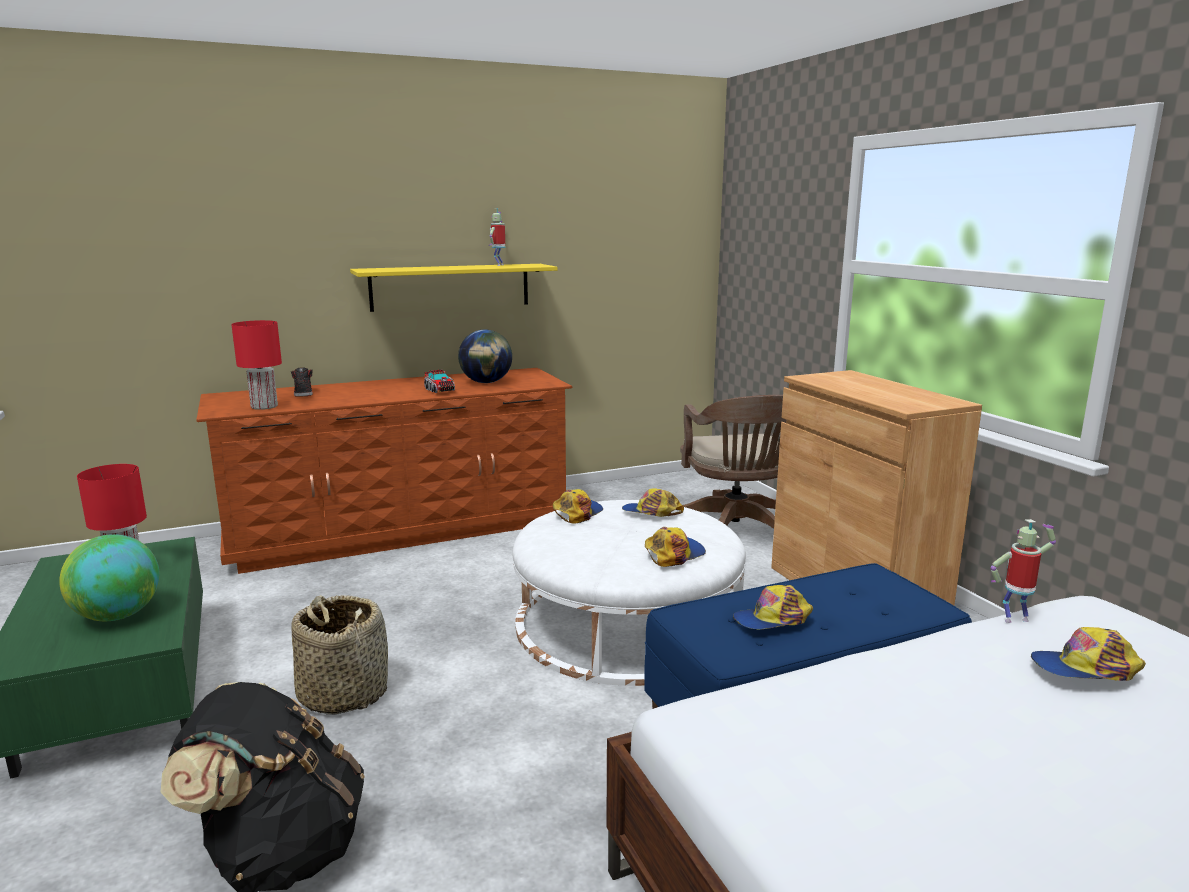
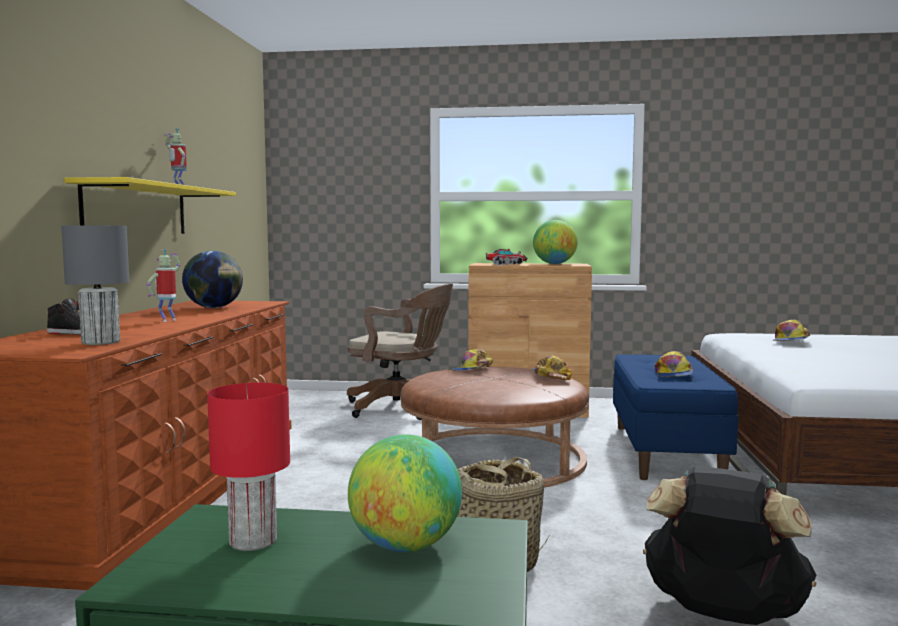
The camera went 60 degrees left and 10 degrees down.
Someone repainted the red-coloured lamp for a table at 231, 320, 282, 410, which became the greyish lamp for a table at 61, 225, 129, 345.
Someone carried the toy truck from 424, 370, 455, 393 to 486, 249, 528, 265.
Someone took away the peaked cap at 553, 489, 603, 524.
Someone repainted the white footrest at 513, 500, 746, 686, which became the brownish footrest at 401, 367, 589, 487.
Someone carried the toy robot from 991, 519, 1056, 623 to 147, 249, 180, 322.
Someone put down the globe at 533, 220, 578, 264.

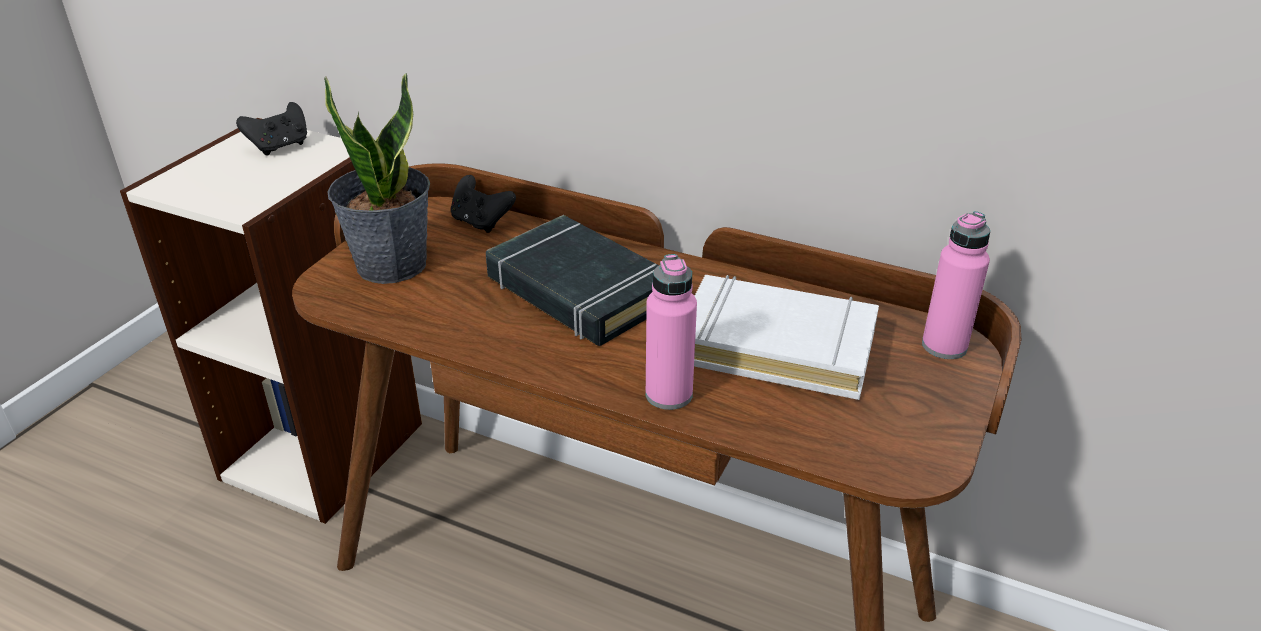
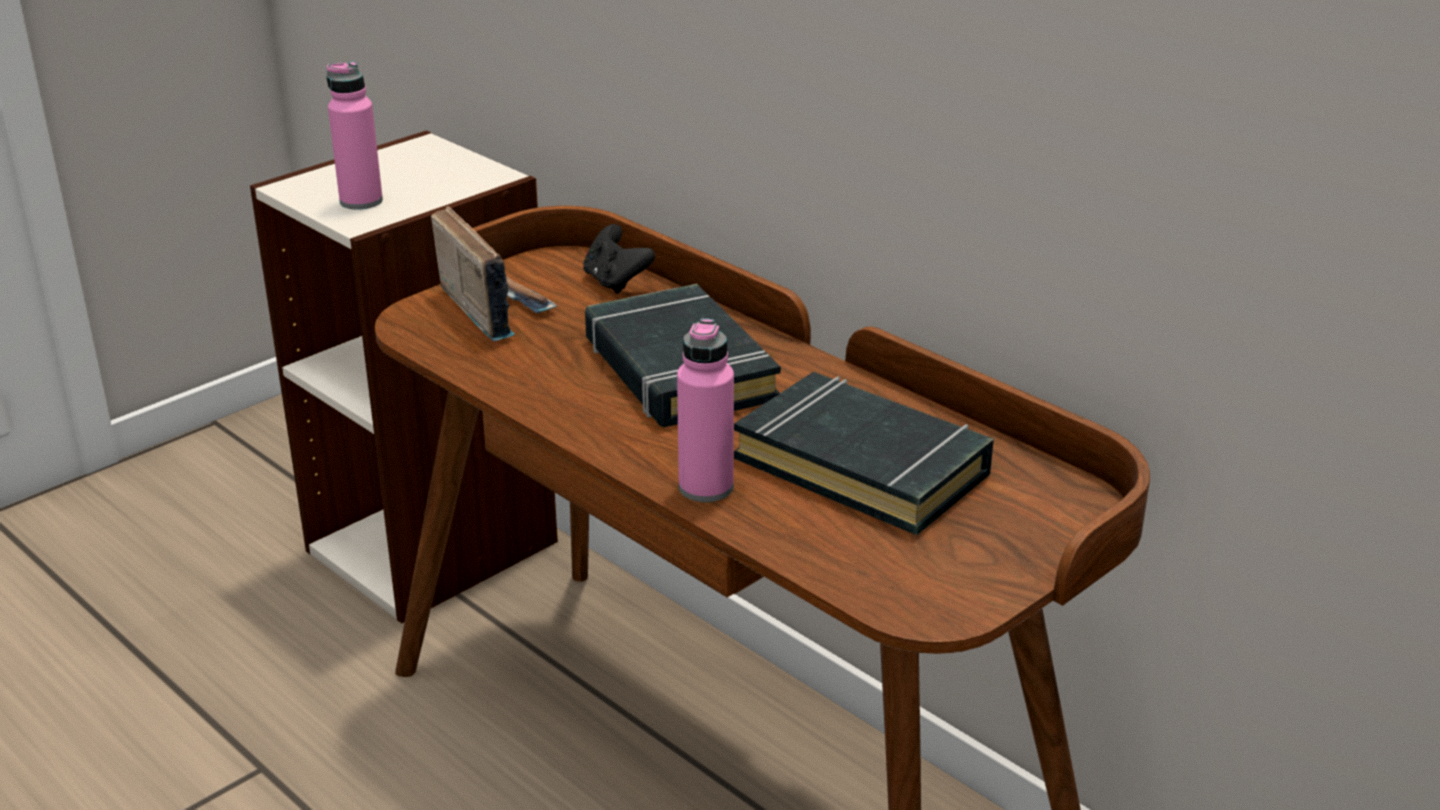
The camera went 20 degrees right and 5 degrees down.
Someone swapped the potted plant at 324, 73, 430, 284 for the radio receiver at 431, 206, 557, 341.
Someone took away the blackish gamepad at 236, 102, 307, 156.
Someone carried the pink-coloured drink bottle from 922, 211, 990, 359 to 327, 62, 383, 210.
Someone repainted the white bound book at 694, 275, 879, 400, which became the blackish bound book at 734, 372, 994, 535.

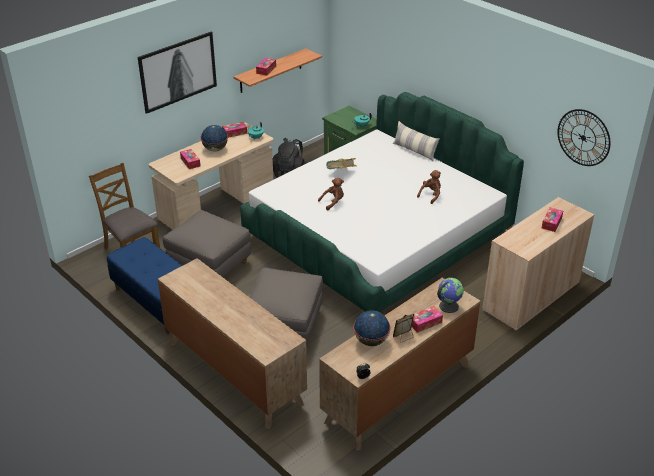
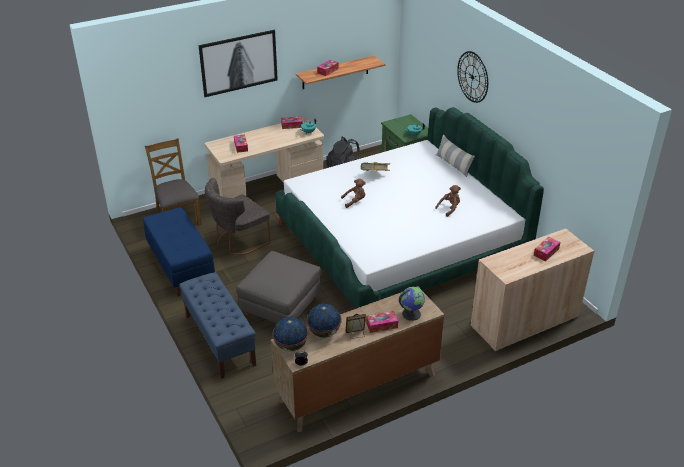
The camera went 15 degrees right and 0 degrees up.
Someone carried the clock on the wall from 557, 109, 611, 166 to 457, 51, 488, 103.
Someone carried the globe from 201, 125, 228, 151 to 272, 317, 308, 352.
Someone swapped the greyish footrest at 163, 210, 251, 277 for the greyish plain chair at 205, 178, 270, 255.
Someone swapped the brownish drawer chest at 158, 258, 307, 429 for the blue-coloured long seat at 179, 272, 256, 379.

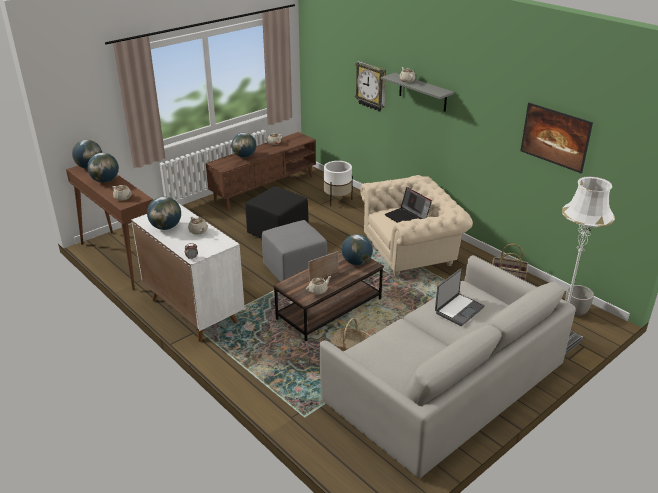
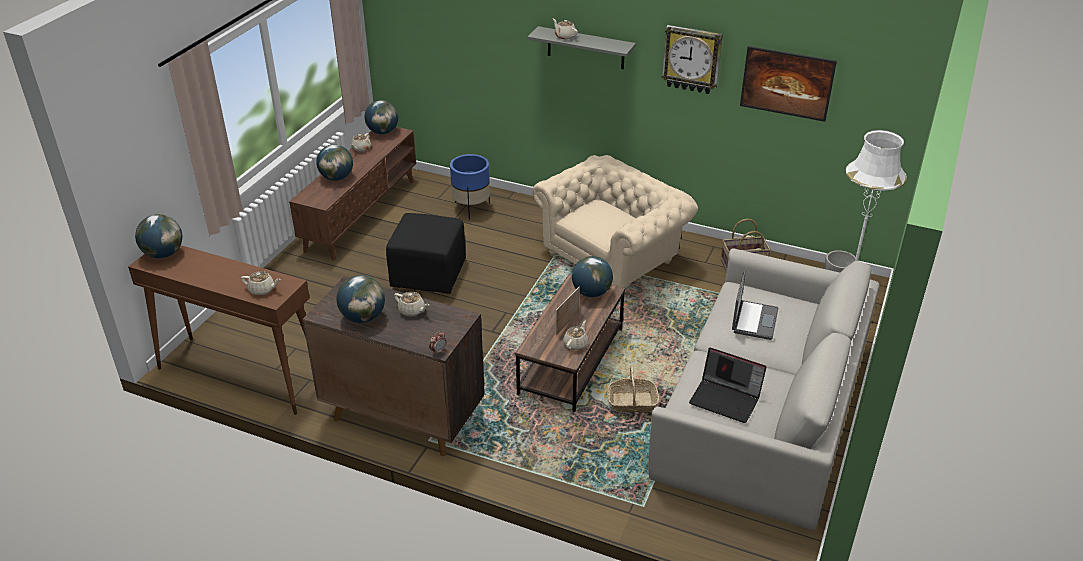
The camera went 25 degrees left and 5 degrees up.
Someone carried the clock on the wall from 355, 61, 386, 112 to 662, 25, 723, 94.
Someone carried the globe from 87, 153, 119, 183 to 365, 100, 398, 134.
Someone repainted the white flower pot at 324, 161, 353, 200, which became the blue-coloured flower pot at 450, 154, 490, 220.
Someone carried the laptop from 384, 187, 432, 223 to 689, 348, 766, 423.
Someone repainted the white cabinet at 131, 203, 245, 342, which became the brownish cabinet at 302, 276, 485, 456.
Someone took away the greyish footrest at 262, 220, 327, 282.

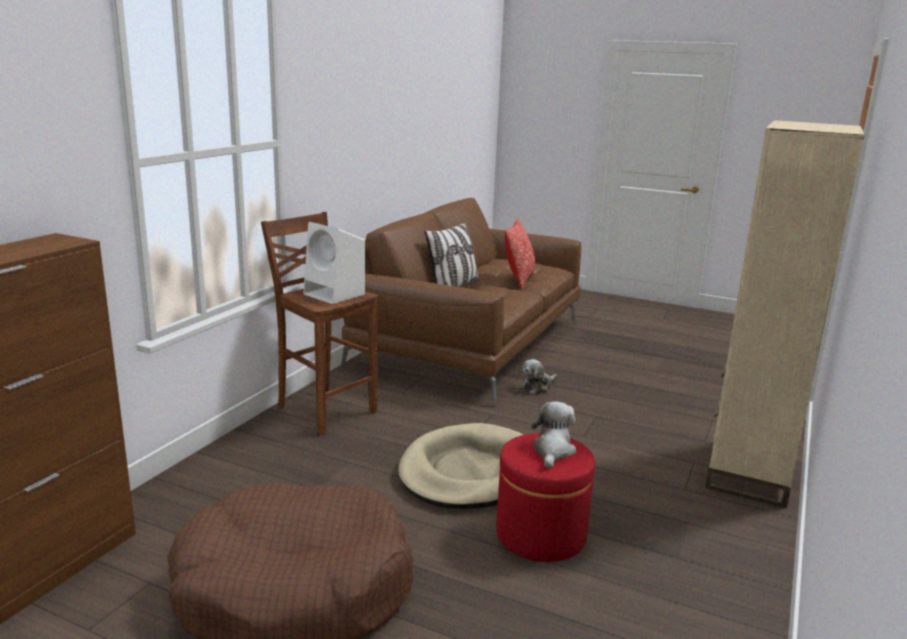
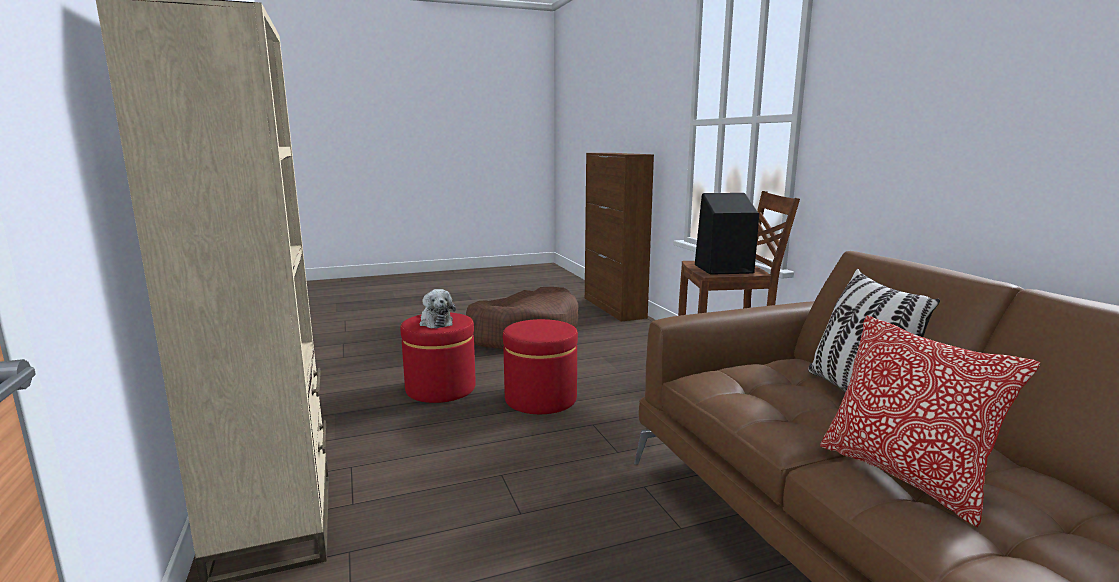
The camera went 135 degrees right and 5 degrees down.
Someone repainted the white loudspeaker at 303, 222, 365, 304, which became the blackish loudspeaker at 695, 193, 759, 275.
Someone took away the soft toy at 522, 359, 557, 394.
Someone swapped the sand-coloured dog cushion at 398, 423, 523, 509 for the red-coloured footrest at 503, 319, 578, 414.

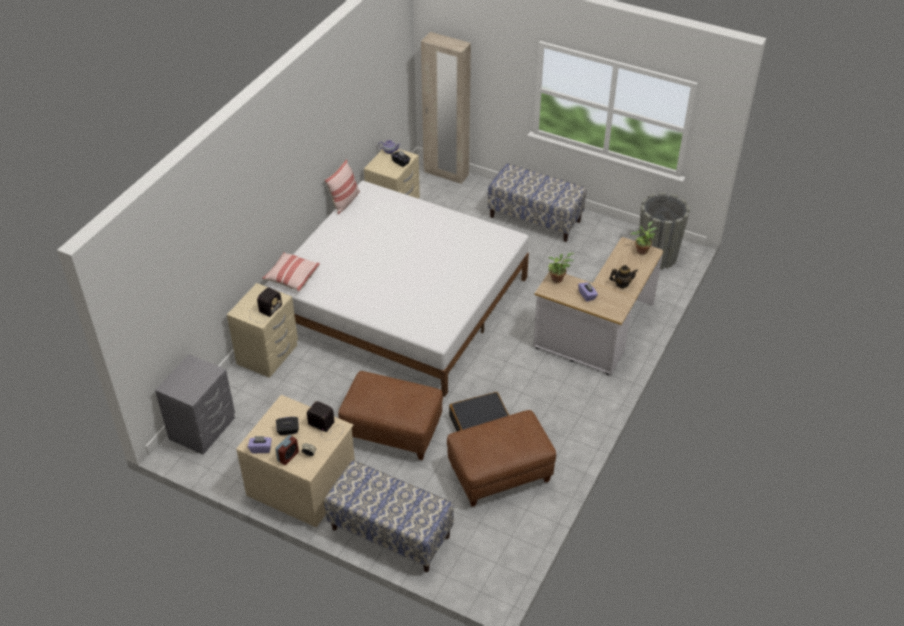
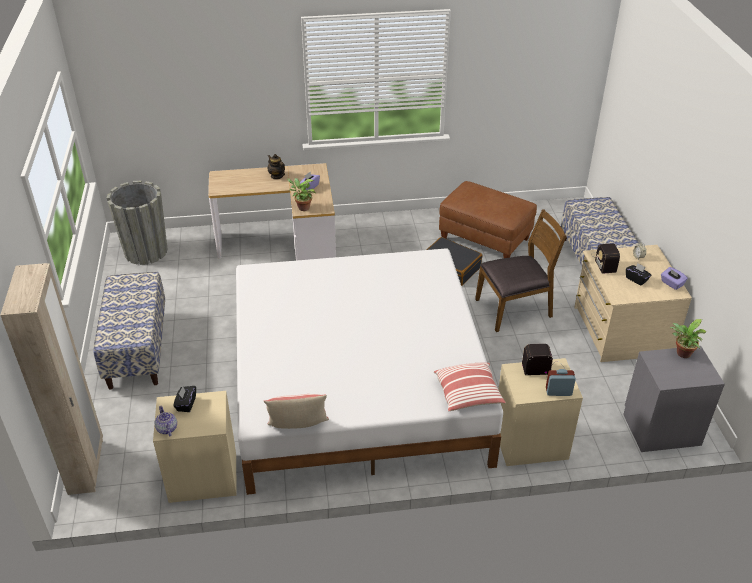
The camera went 125 degrees left and 5 degrees down.
Someone carried the potted plant from 630, 221, 657, 255 to 670, 319, 706, 358.
Someone swapped the brownish footrest at 338, 371, 443, 460 for the brownish plain chair at 475, 209, 566, 332.
Someone carried the table clock from 275, 435, 299, 465 to 546, 369, 576, 396.

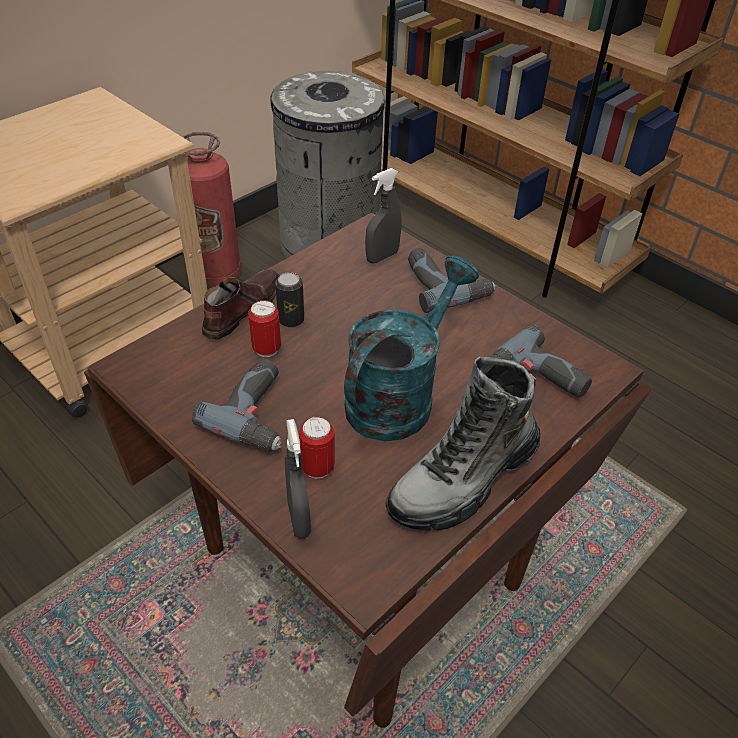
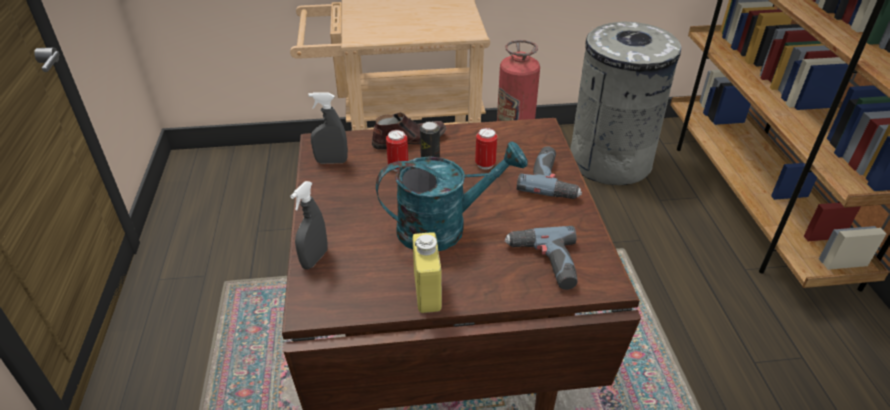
The camera went 40 degrees right and 5 degrees down.
Someone carried the greyish hand sprayer from 365, 168, 401, 263 to 308, 93, 348, 164.
Someone swapped the boot at 386, 357, 540, 531 for the yellow drink bottle at 413, 232, 442, 313.
Someone took away the power drill at 192, 359, 282, 452.
Someone carried the can from 299, 416, 335, 479 to 475, 128, 497, 169.

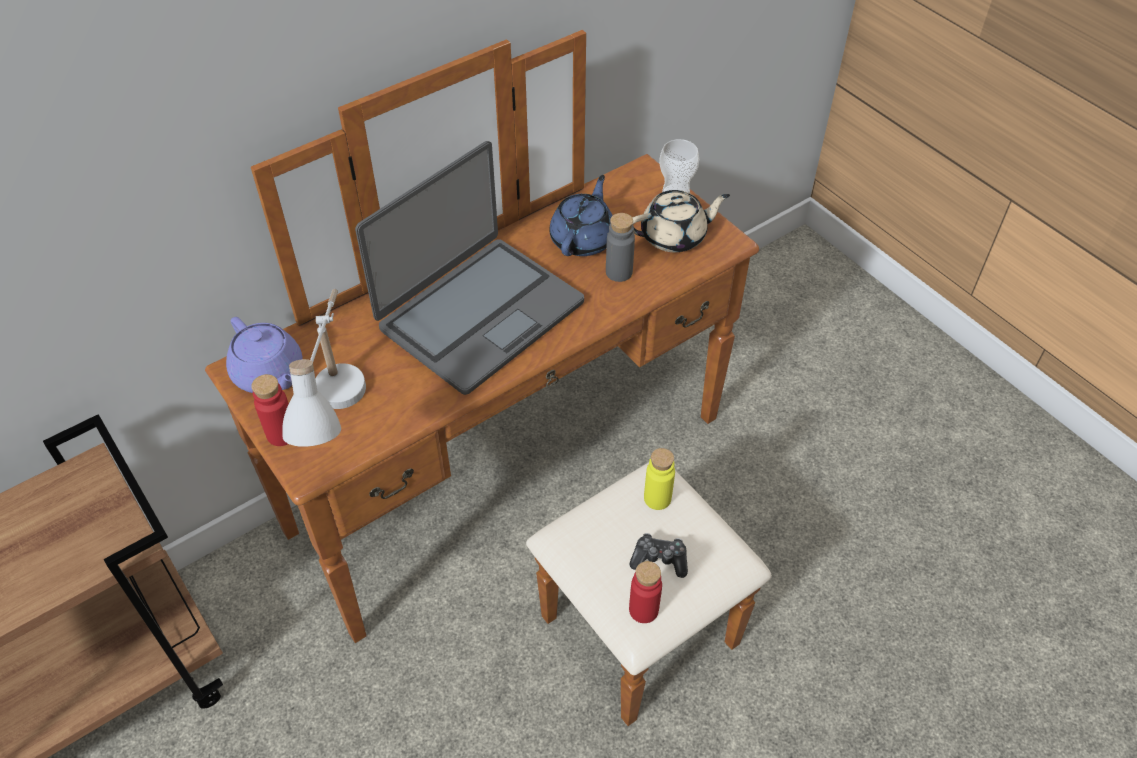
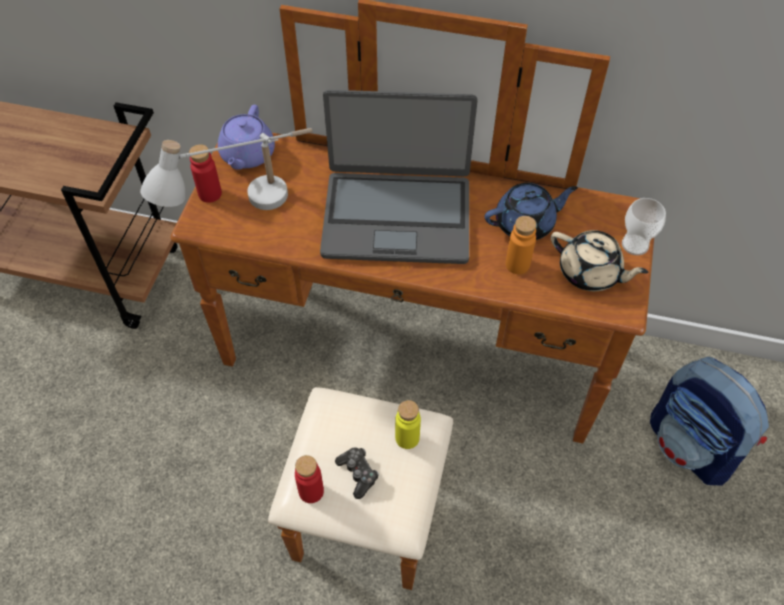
The camera went 50 degrees right and 5 degrees up.
Someone repainted the greyish drink bottle at 606, 213, 635, 282, which became the orange-coloured drink bottle at 505, 216, 537, 274.
Someone put down the knapsack at 650, 357, 769, 486.

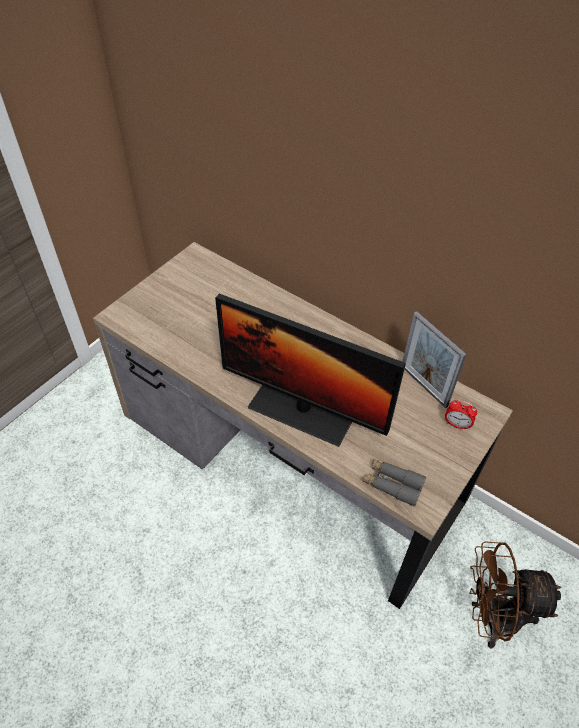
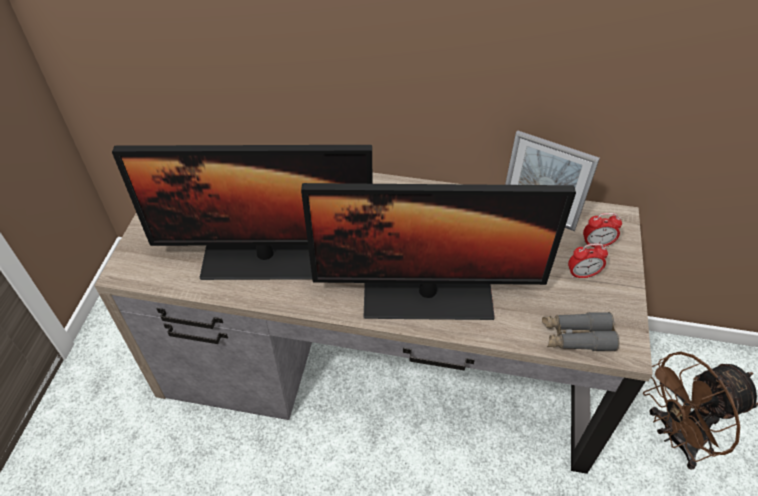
The camera went 25 degrees left and 0 degrees up.
Someone put down the computer display at 112, 145, 373, 280.
Someone put down the table clock at 568, 243, 608, 278.

